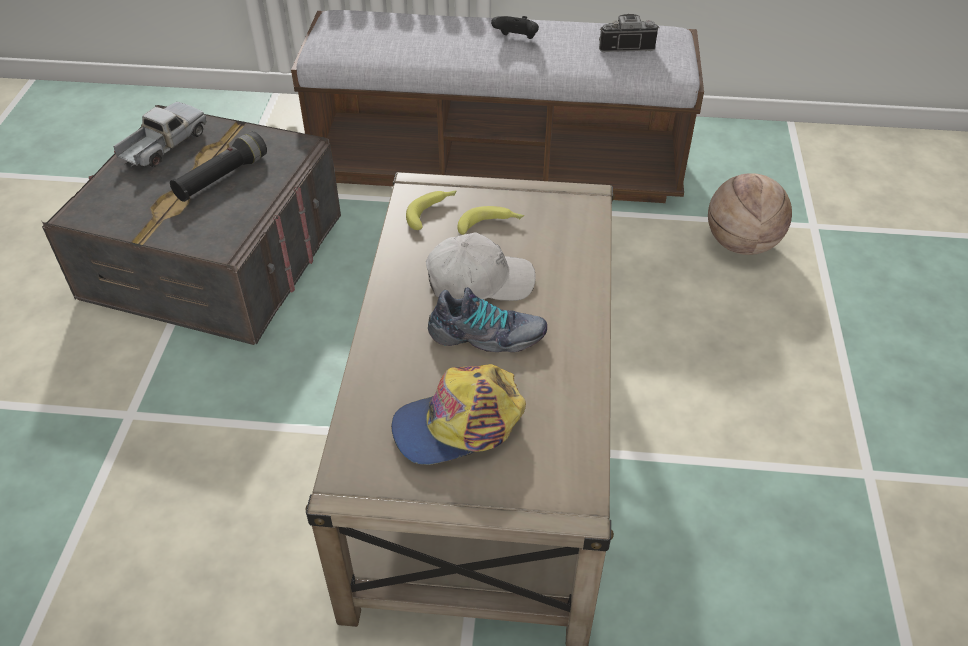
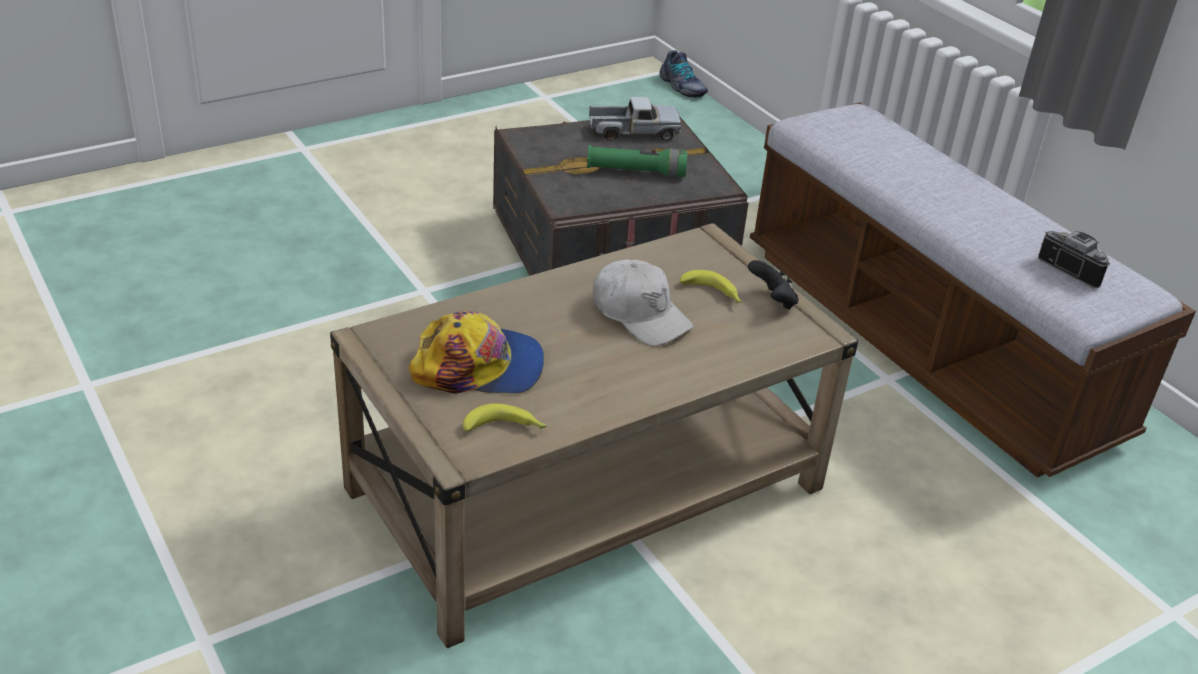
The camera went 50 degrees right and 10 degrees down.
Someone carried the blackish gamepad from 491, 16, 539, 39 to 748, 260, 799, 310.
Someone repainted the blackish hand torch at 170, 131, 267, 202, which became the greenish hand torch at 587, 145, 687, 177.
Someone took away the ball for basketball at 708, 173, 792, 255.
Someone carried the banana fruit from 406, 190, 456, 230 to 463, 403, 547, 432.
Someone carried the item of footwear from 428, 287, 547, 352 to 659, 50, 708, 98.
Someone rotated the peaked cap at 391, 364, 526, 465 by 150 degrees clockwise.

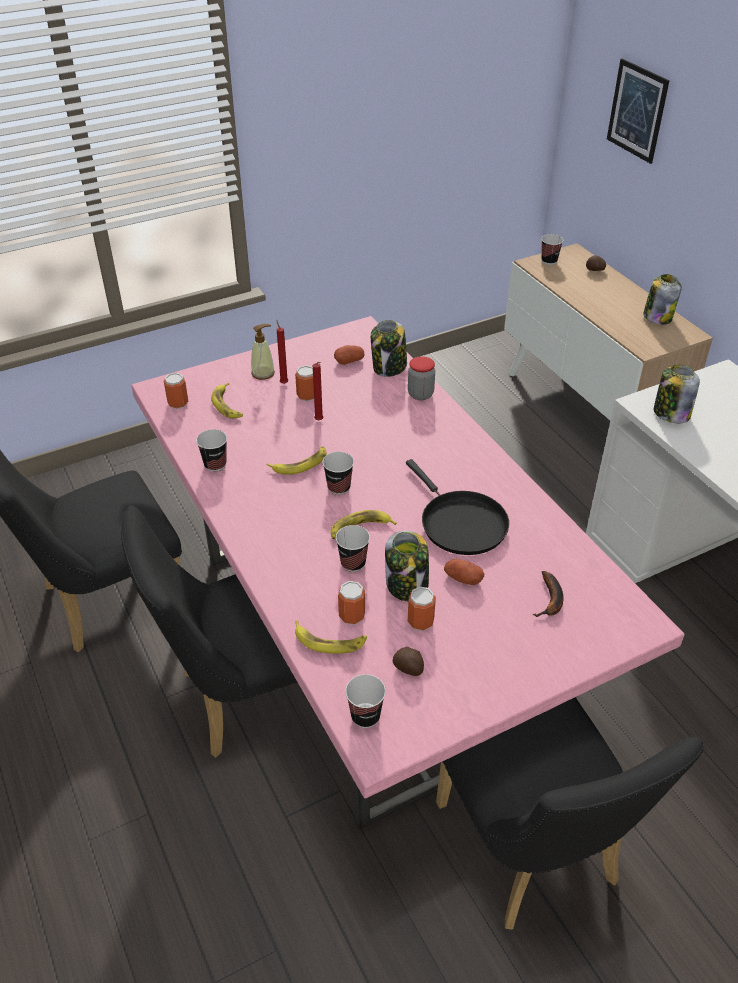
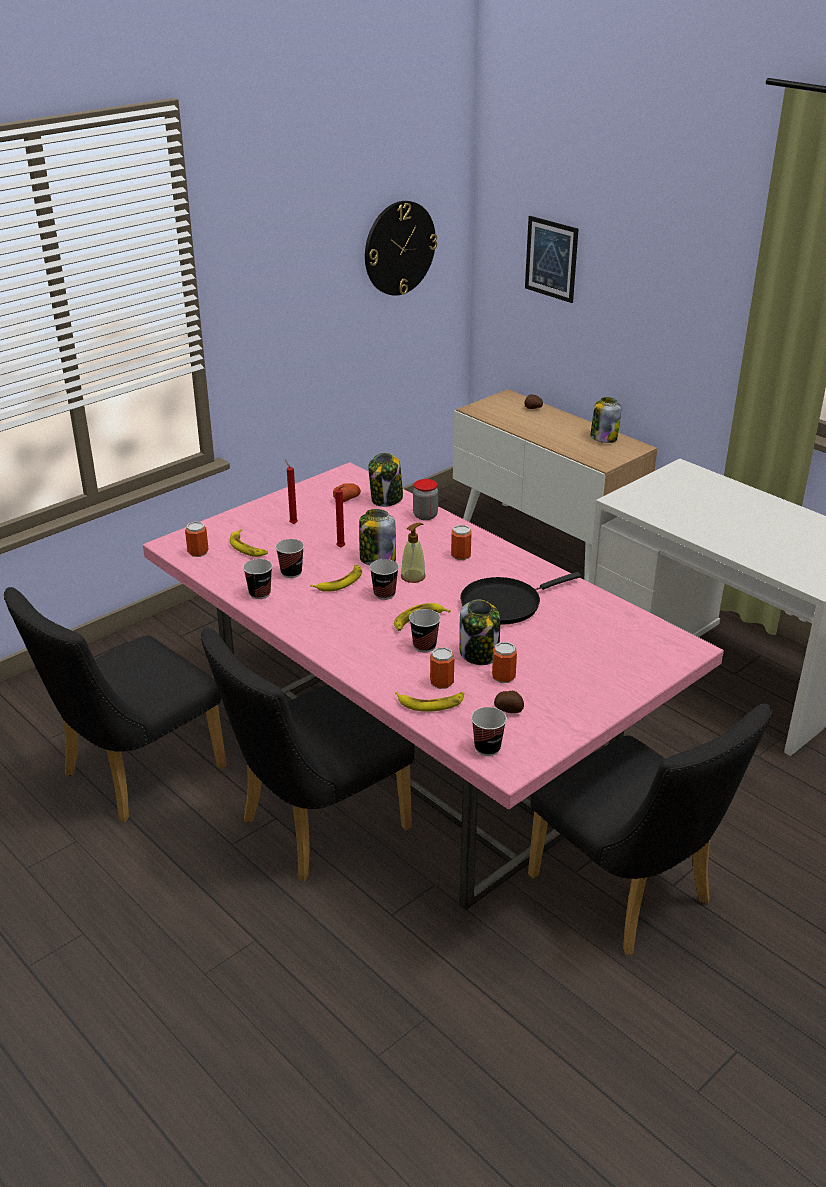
The camera went 15 degrees left and 10 degrees down.
Someone carried the small cup from 541, 234, 563, 265 to 275, 539, 304, 578.
Someone carried the soap dispenser from 251, 324, 275, 380 to 401, 523, 426, 583.
Someone carried the storage jar from 654, 364, 700, 424 to 359, 509, 396, 565.
Someone carried the can from 295, 365, 314, 401 to 451, 525, 472, 560.
Someone rotated the blackish frying pan at 406, 459, 509, 555 by 105 degrees clockwise.
Someone took away the spud at 444, 559, 484, 585.
Someone took away the banana fruit at 533, 571, 564, 617.
Someone put up the clock on the wall at 365, 201, 437, 296.

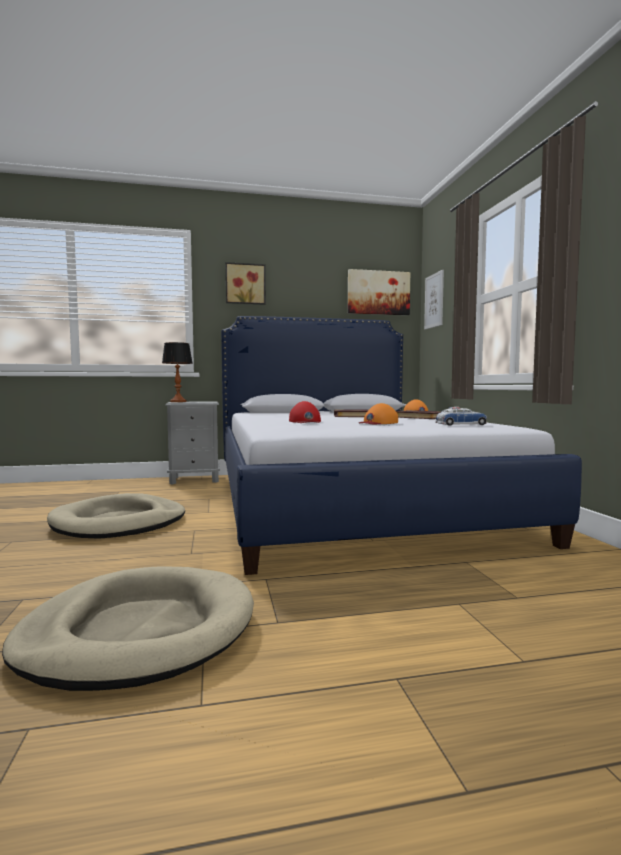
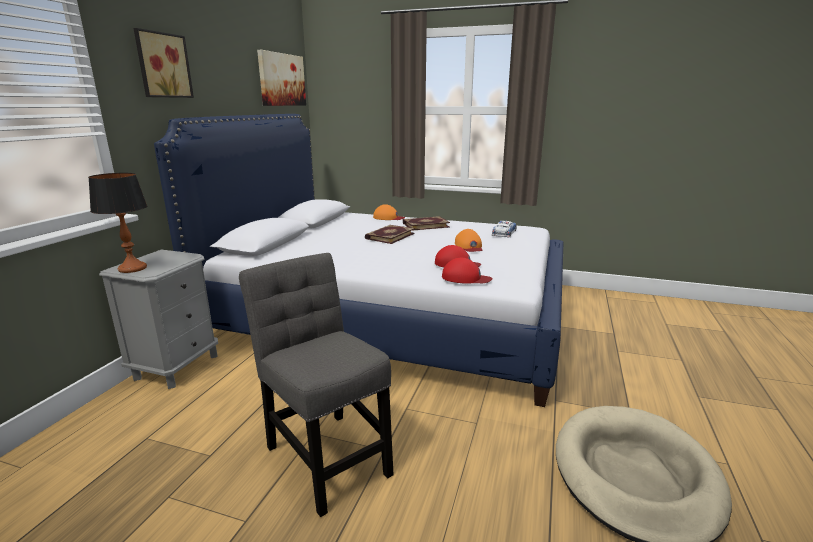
The camera went 60 degrees left and 15 degrees up.
Someone took away the picture at 424, 270, 444, 330.
Someone swapped the sand-coloured dog cushion at 47, 493, 185, 539 for the greyish plain chair at 239, 253, 394, 517.
Someone put down the red-coloured peaked cap at 442, 257, 493, 284.

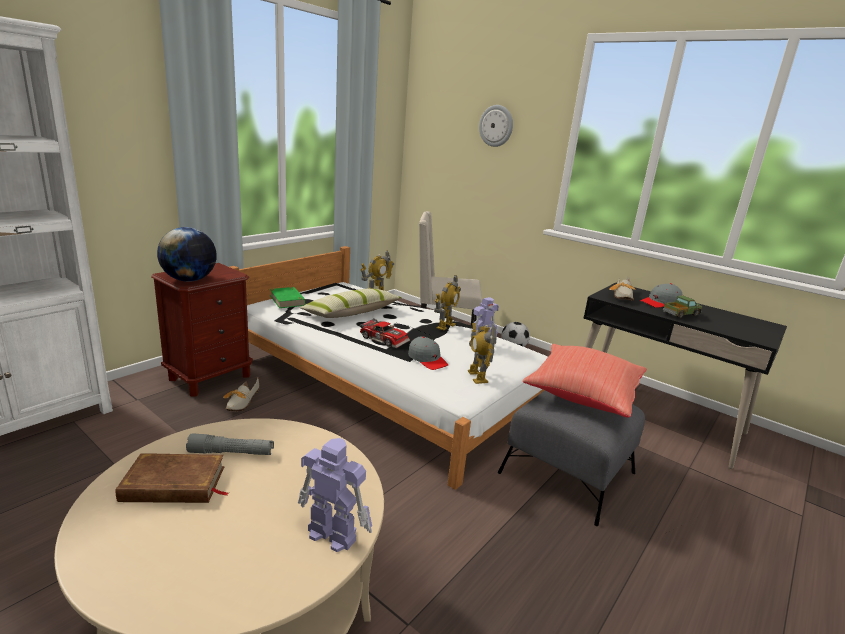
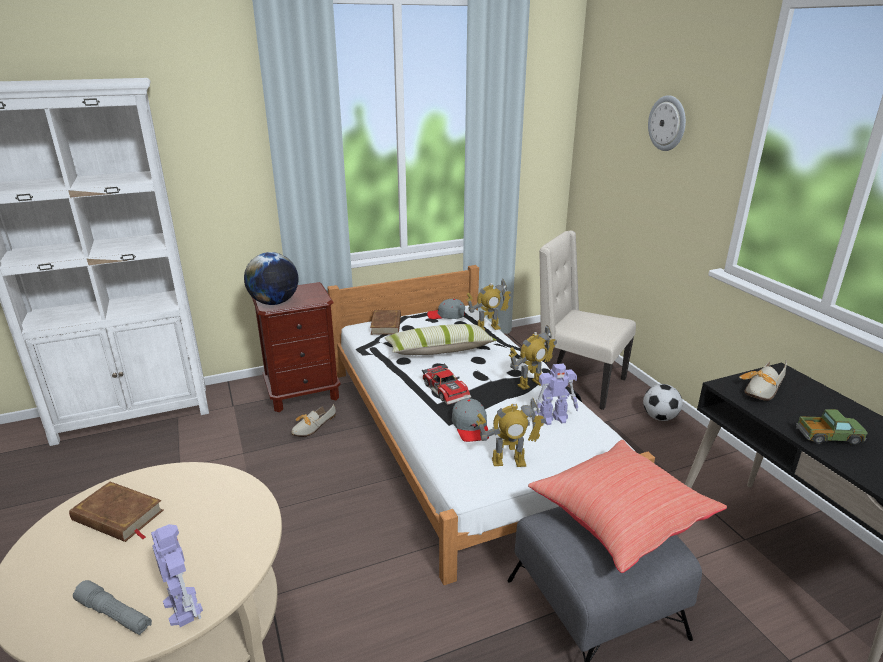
The camera went 30 degrees right and 5 degrees up.
Someone carried the greyish peaked cap from 640, 283, 682, 308 to 427, 299, 465, 319.
Someone repainted the greenish bound book at 270, 287, 306, 308, which became the brownish bound book at 370, 310, 401, 335.
Someone rotated the toy robot at 468, 323, 496, 384 by 105 degrees counterclockwise.
Someone carried the greyish hand torch from 186, 433, 274, 455 to 73, 580, 152, 635.

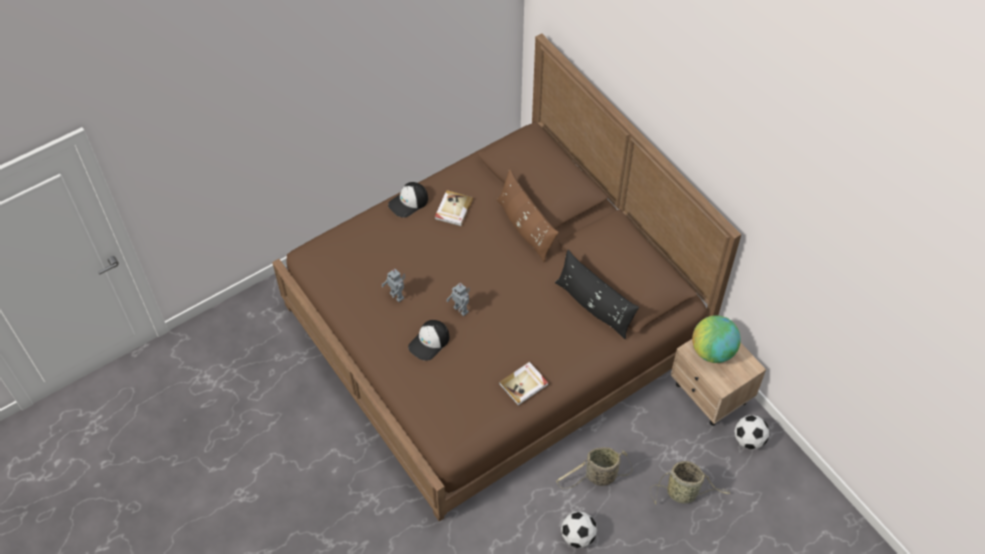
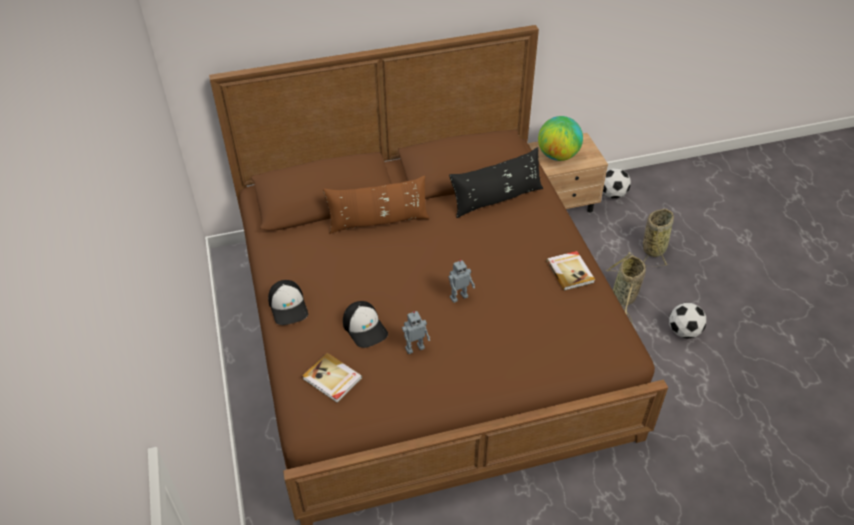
The camera went 70 degrees left and 10 degrees down.
Someone carried the bound book from 435, 190, 473, 226 to 302, 353, 362, 403.
Someone carried the peaked cap from 408, 320, 449, 361 to 343, 301, 388, 348.

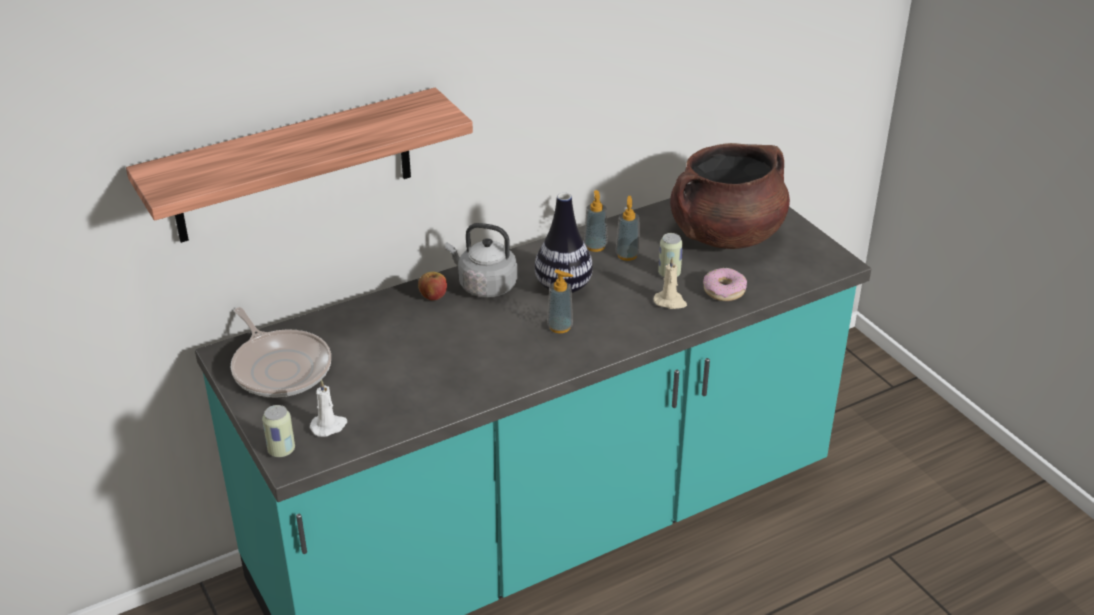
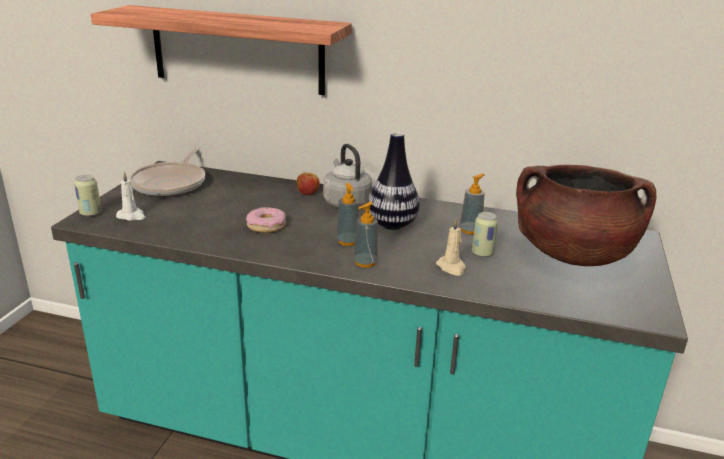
The camera went 45 degrees right and 10 degrees down.
Someone carried the soap dispenser from 584, 190, 608, 252 to 353, 202, 378, 268.
Someone carried the ring doughnut from 703, 268, 747, 301 to 246, 207, 286, 233.

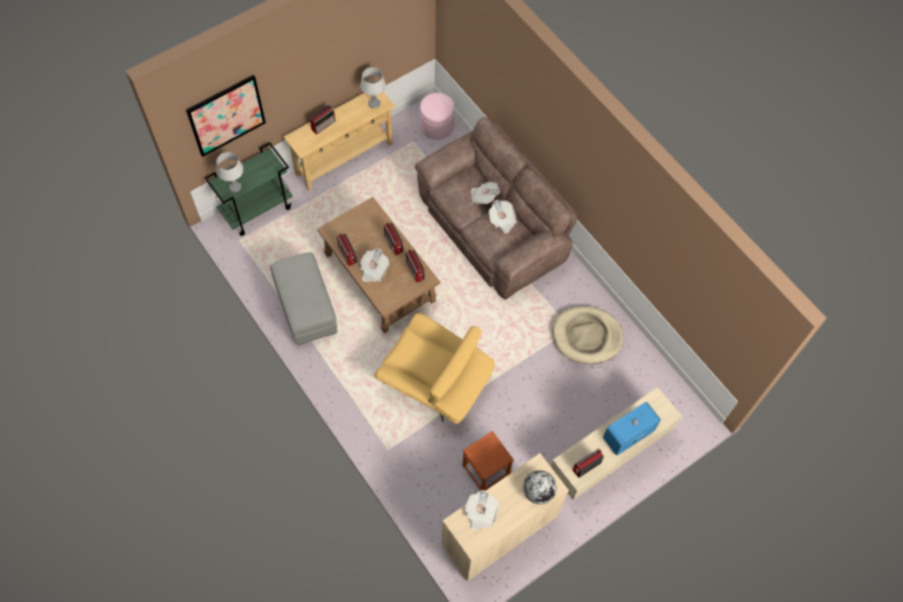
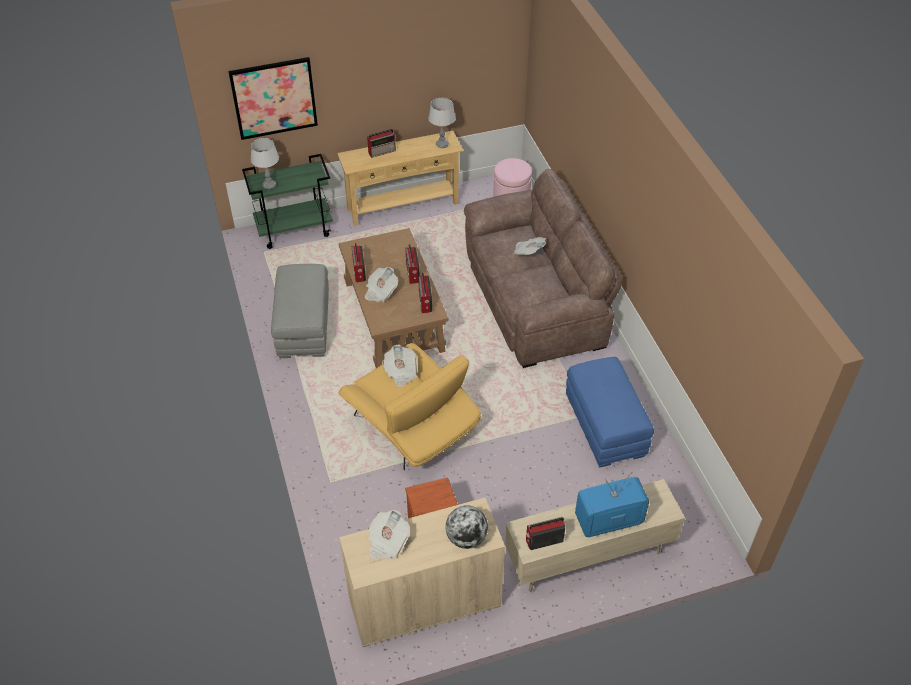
The camera went 20 degrees right and 15 degrees down.
Someone carried the newspaper from 489, 200, 517, 234 to 383, 345, 418, 387.
Someone swapped the sand-coloured dog cushion at 553, 306, 623, 364 for the blue-coloured footrest at 566, 357, 654, 467.

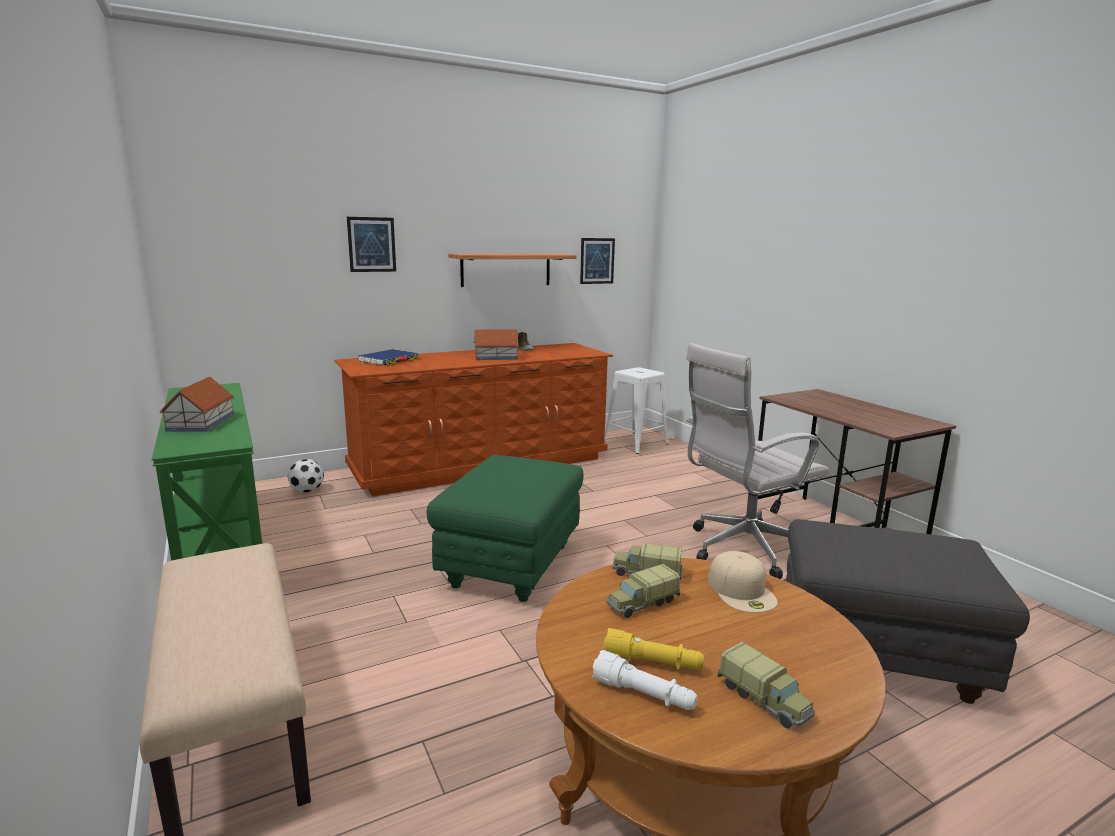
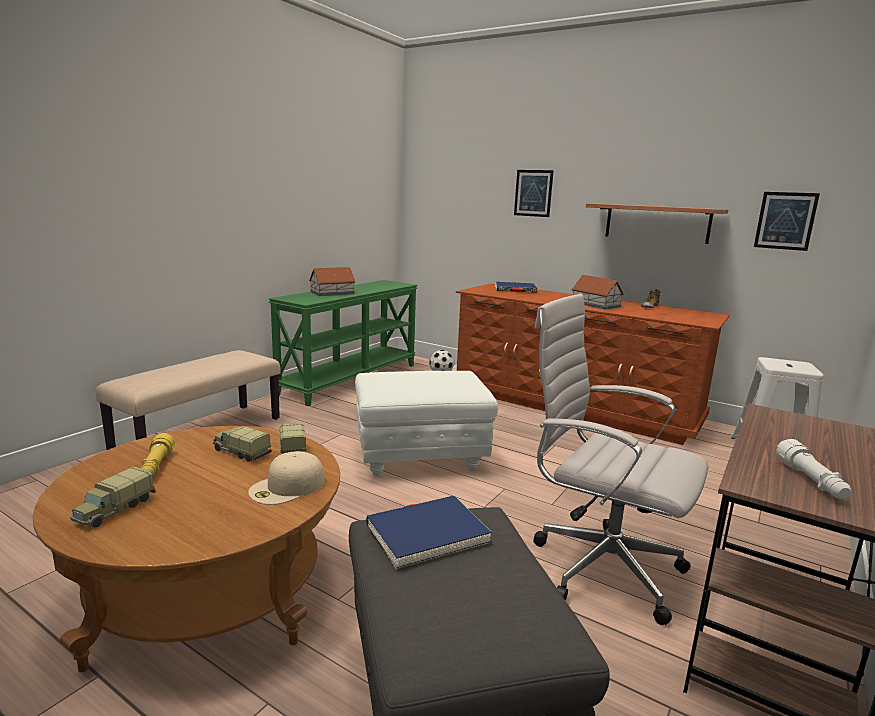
The camera went 60 degrees right and 0 degrees up.
Someone repainted the greenish footrest at 427, 455, 584, 602, which became the white footrest at 355, 371, 498, 476.
Someone carried the white hand torch from 592, 650, 698, 710 to 776, 439, 851, 499.
Someone put down the blue-coloured bound book at 366, 496, 492, 569.

